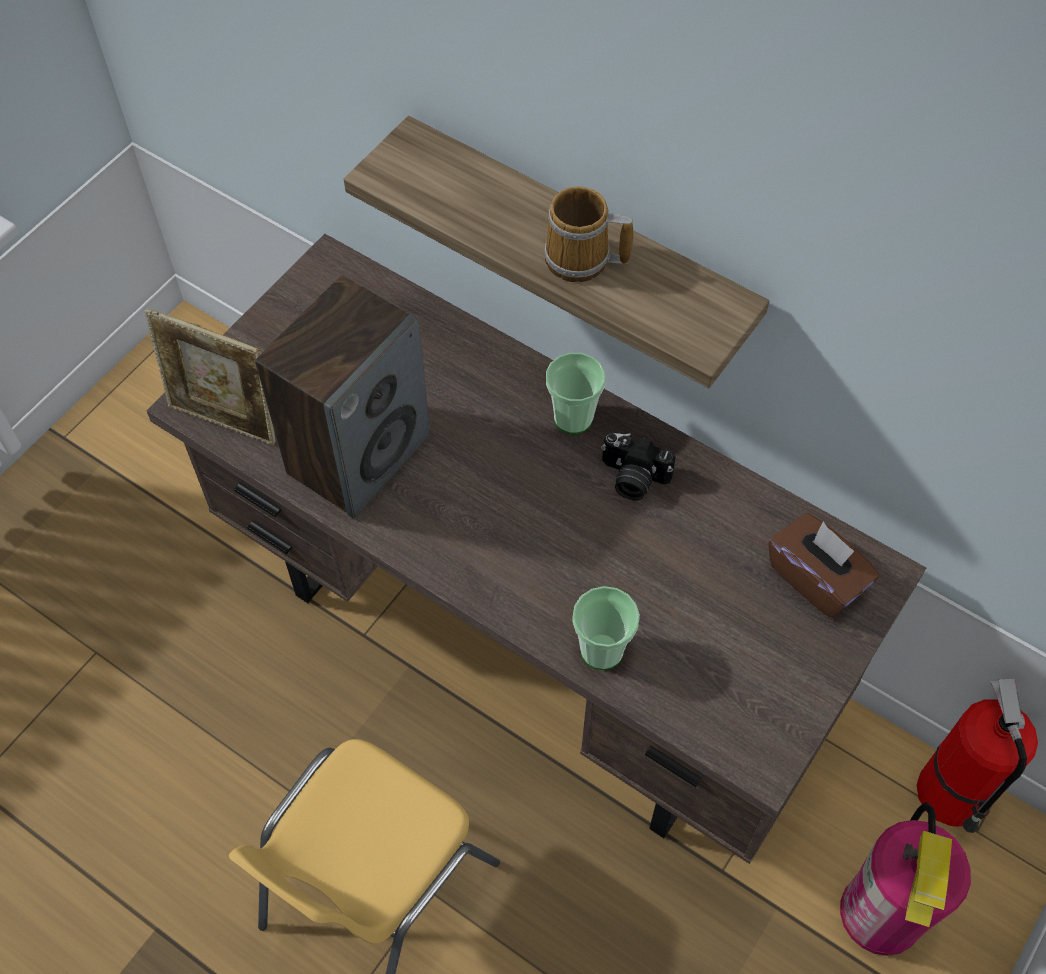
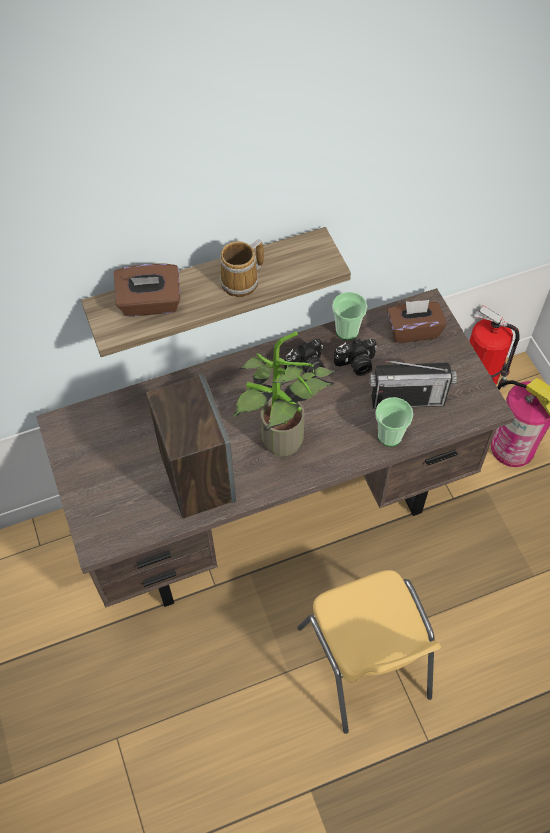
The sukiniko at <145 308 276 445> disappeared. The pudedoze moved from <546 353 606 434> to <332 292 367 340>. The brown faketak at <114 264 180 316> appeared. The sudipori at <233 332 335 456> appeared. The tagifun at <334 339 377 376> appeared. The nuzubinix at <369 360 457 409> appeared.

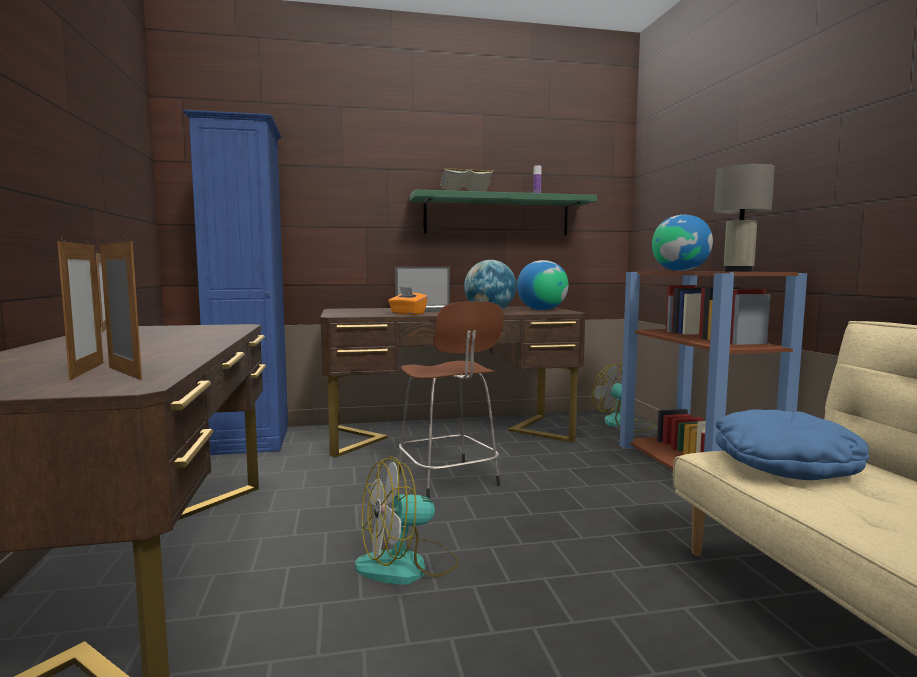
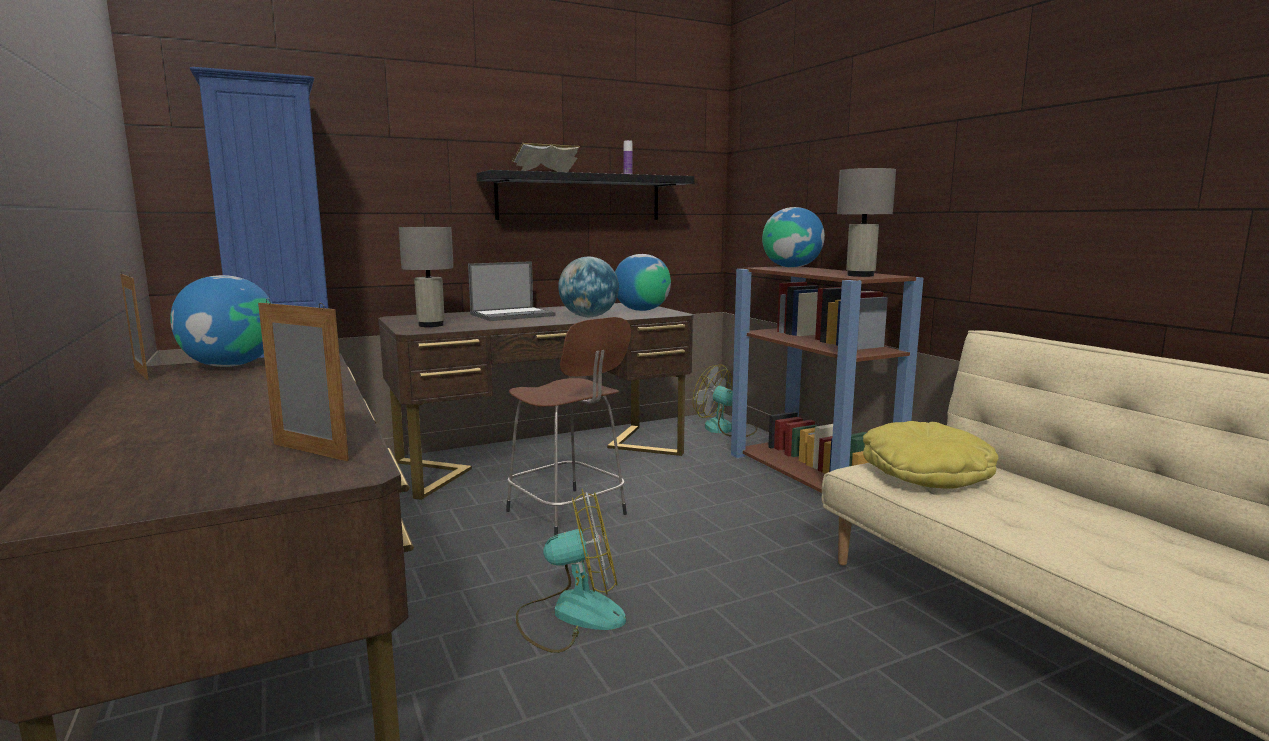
The sukiniko at <57 238 103 380> disappeared. The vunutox at <355 456 459 585> turned 150 degrees counterclockwise. The orange faketak at <388 287 428 315> disappeared. The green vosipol at <409 190 597 235> became the black vosipol at <476 170 695 220>. The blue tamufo at <716 409 869 480> became the yellow tamufo at <863 421 999 489>. The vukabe at <170 275 272 367> appeared. The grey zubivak at <399 227 453 327> appeared.

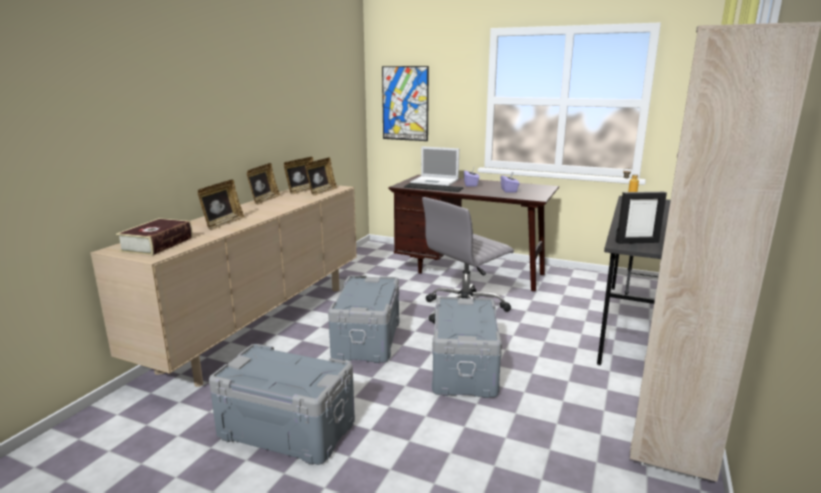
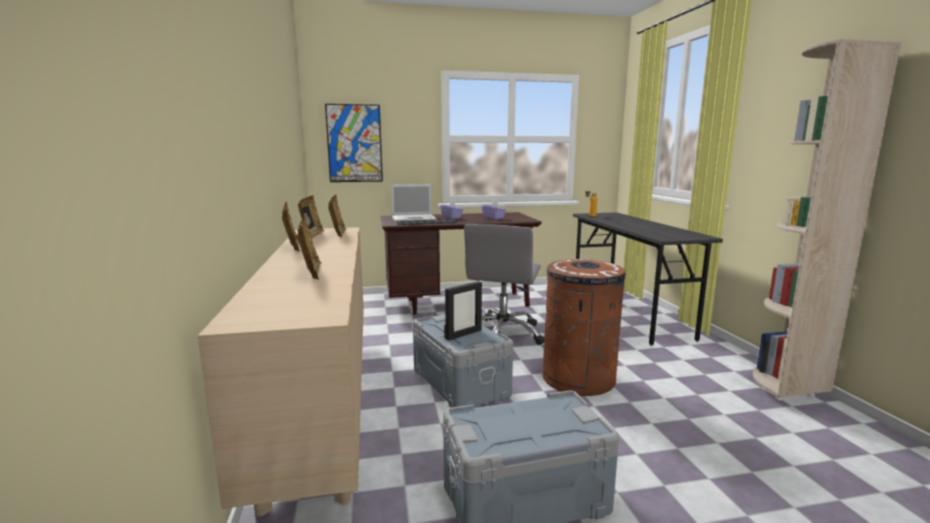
The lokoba at <116 218 193 255> disappeared. The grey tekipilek at <432 297 502 398> was replaced by the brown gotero at <542 259 626 396>. The sukiniko moved from <615 192 667 244> to <444 281 482 340>.

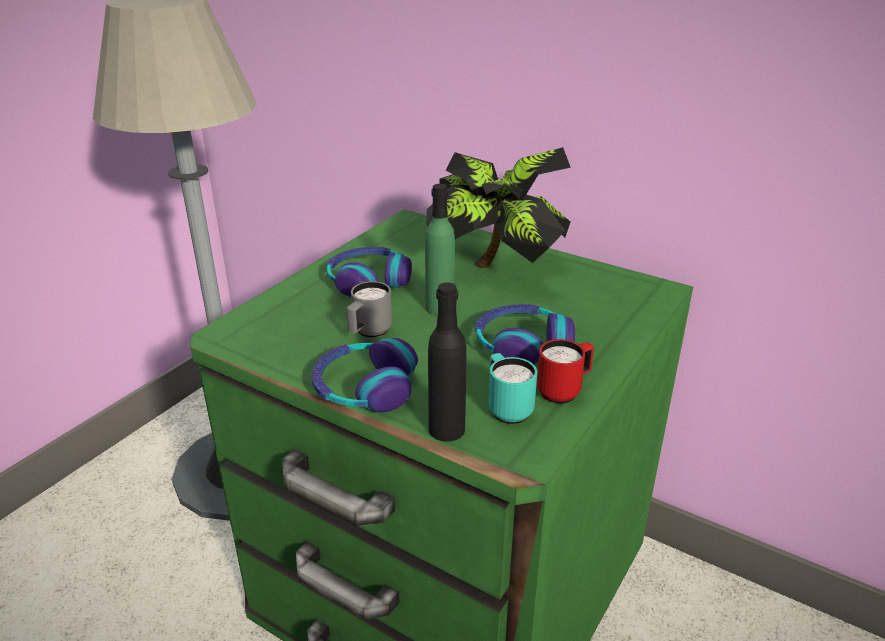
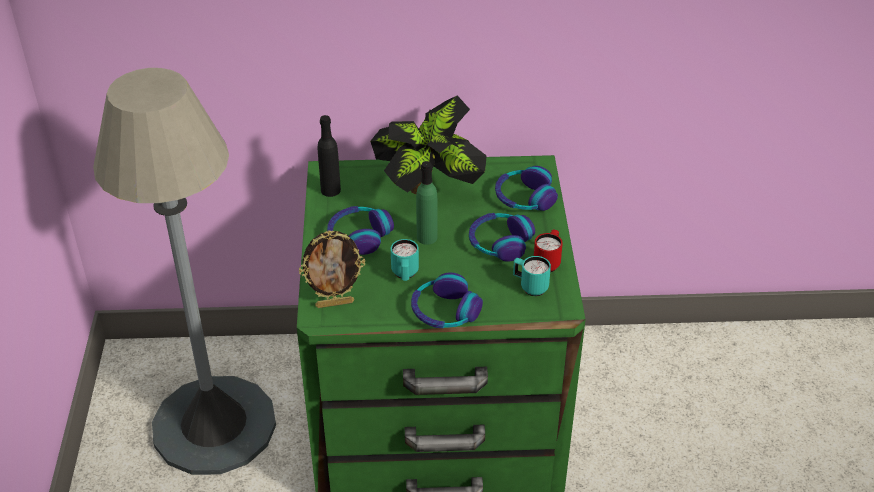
The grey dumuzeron at <346 281 392 338> became the turquoise dumuzeron at <391 239 419 281>. The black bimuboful moved from <428 282 466 442> to <318 115 341 197>. The sukiniko at <299 230 365 308> appeared. The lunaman at <495 166 558 211> appeared.

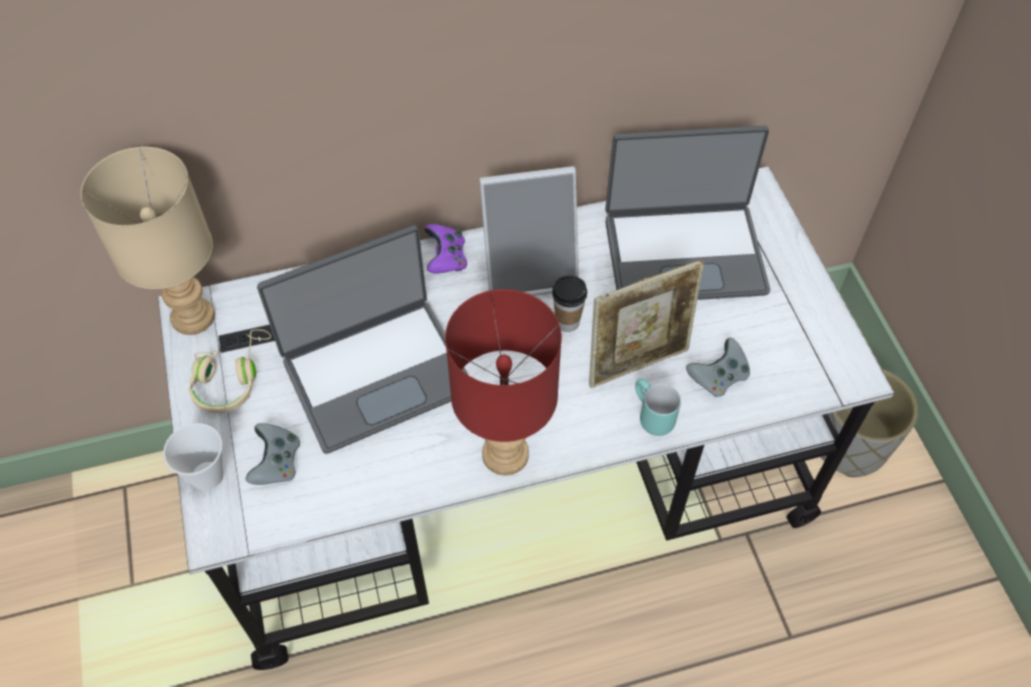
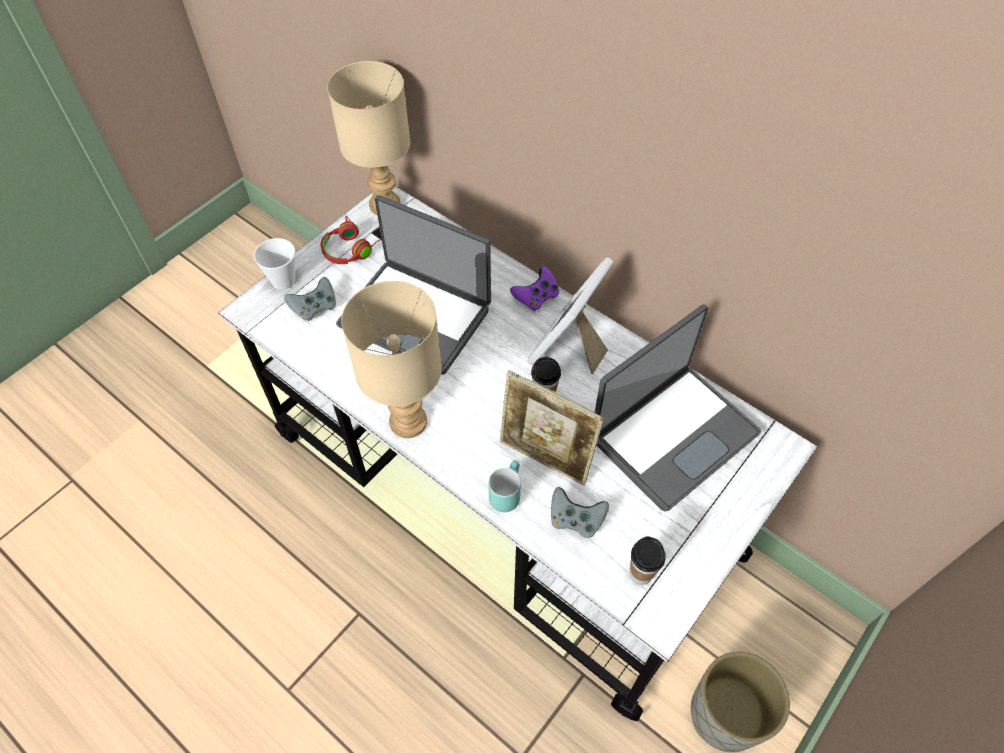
The beige lunaman at <188 329 271 413> became the red lunaman at <321 216 381 264>. The red zubivak at <445 289 562 476> became the beige zubivak at <341 281 442 438>. The sukiniko at <479 166 579 296> turned 75 degrees clockwise. The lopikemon at <605 126 770 300> turned 90 degrees counterclockwise. The pudedoze at <630 536 666 585> appeared.

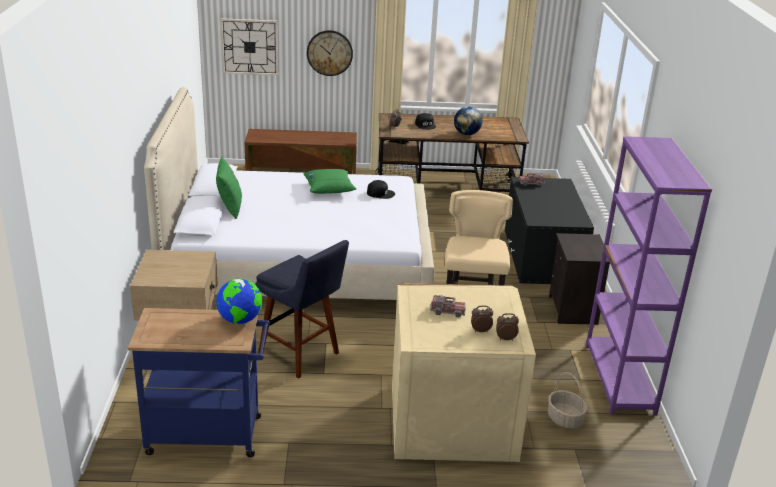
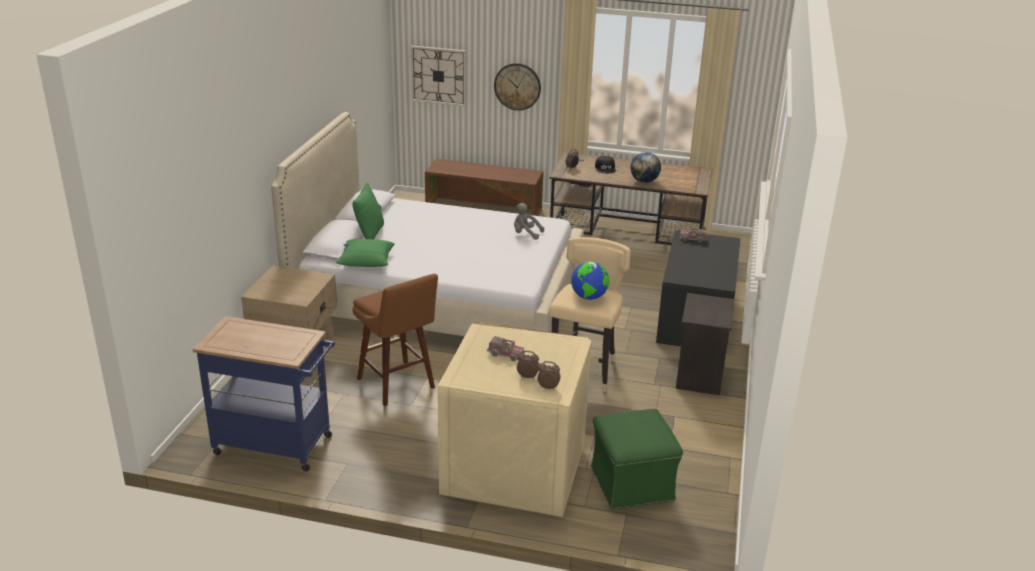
The vukabe moved from <216 279 262 324> to <571 261 609 300>. The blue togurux at <255 240 349 378> became the brown togurux at <352 274 438 406>. The green tamufo moved from <303 169 356 194> to <336 239 395 267>. The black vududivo at <367 180 395 199> was replaced by the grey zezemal at <514 203 544 240>. The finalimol at <548 372 587 429> was replaced by the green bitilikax at <591 409 683 510>. The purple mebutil at <586 136 712 416> disappeared.

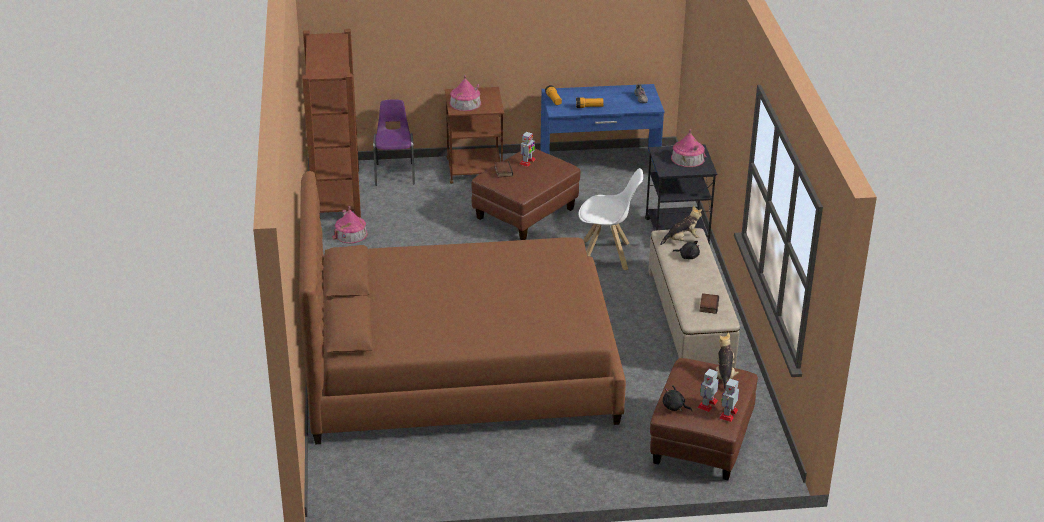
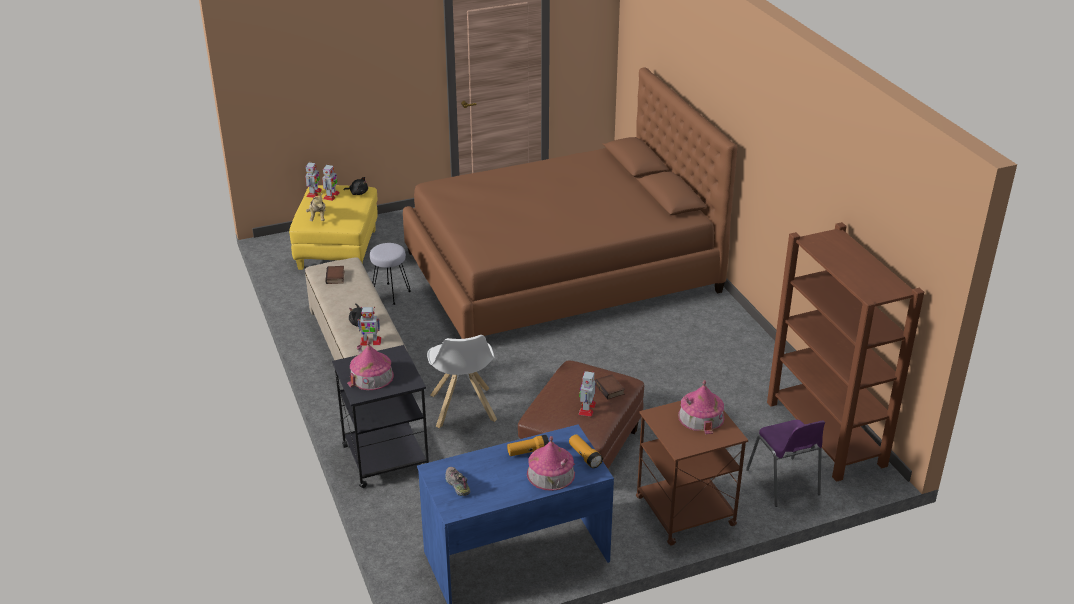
The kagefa moved from <332 206 368 243> to <527 436 575 491>. The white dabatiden at <578 168 643 271> turned 90 degrees counterclockwise. The brown bitilikax at <650 358 758 480> became the yellow bitilikax at <289 185 378 270>. The zezemal at <660 205 702 245> was replaced by the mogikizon at <357 307 381 345>. The grey togurux at <370 243 411 305> appeared.

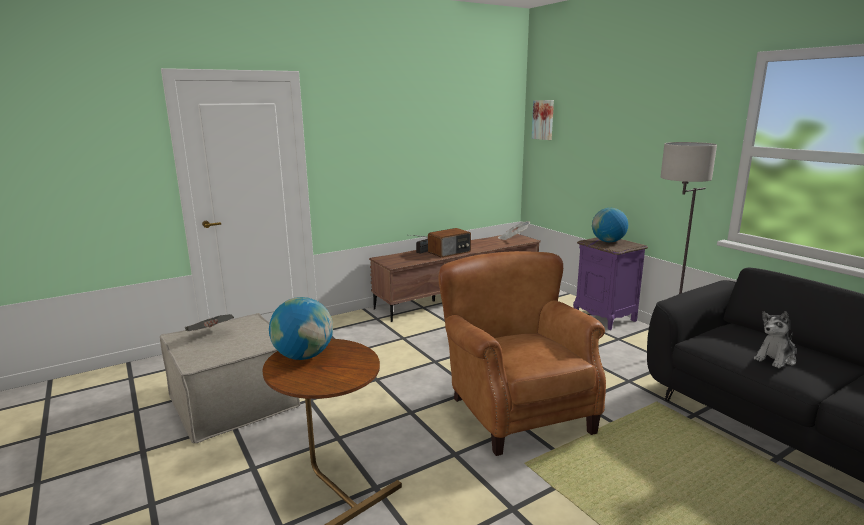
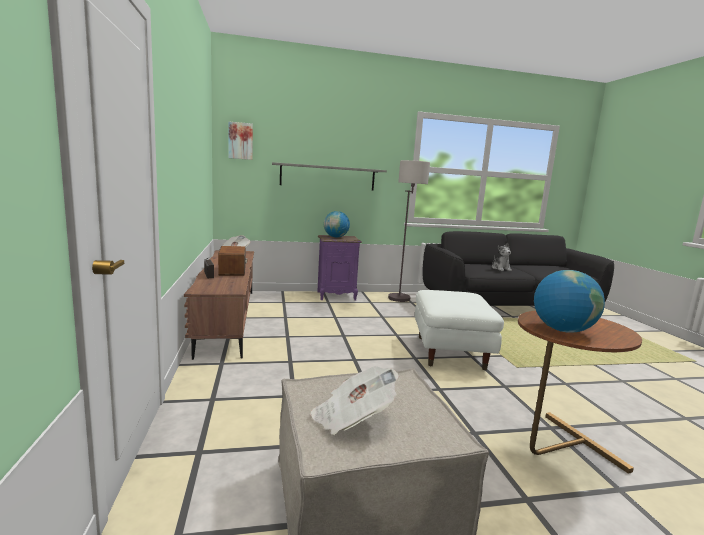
The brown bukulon at <439 251 606 456> was replaced by the white bitilikax at <415 290 504 370>. The grey vosipol at <272 162 387 191> appeared.

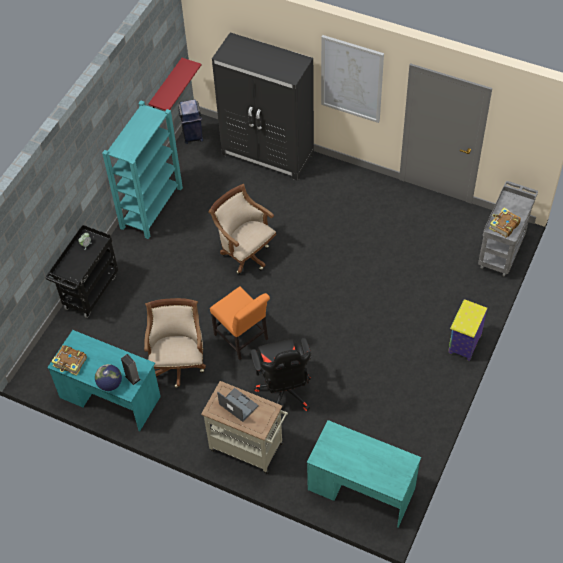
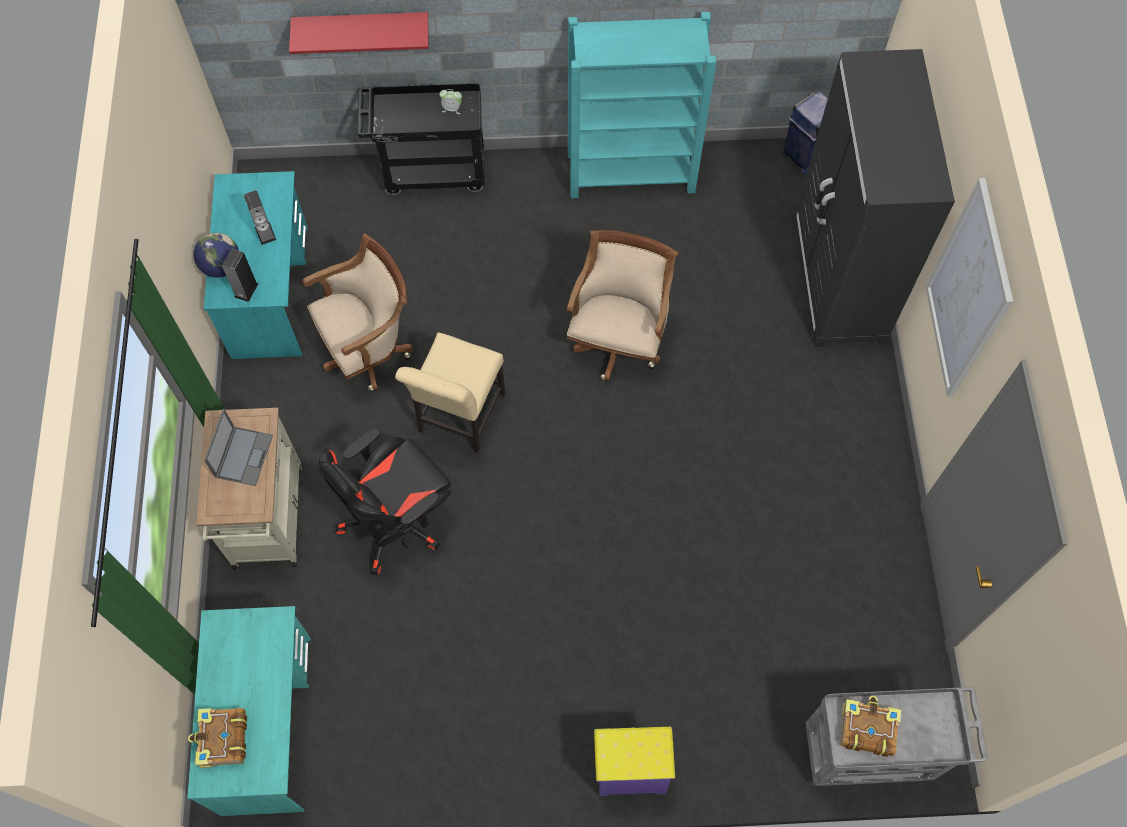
The lokoba moved from <51 345 87 376> to <188 708 247 768>. The red vosipol moved from <148 58 202 111> to <289 12 428 54>. The orange dabatiden at <210 286 270 360> became the beige dabatiden at <395 332 505 453>. The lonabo at <244 191 276 245> appeared.

